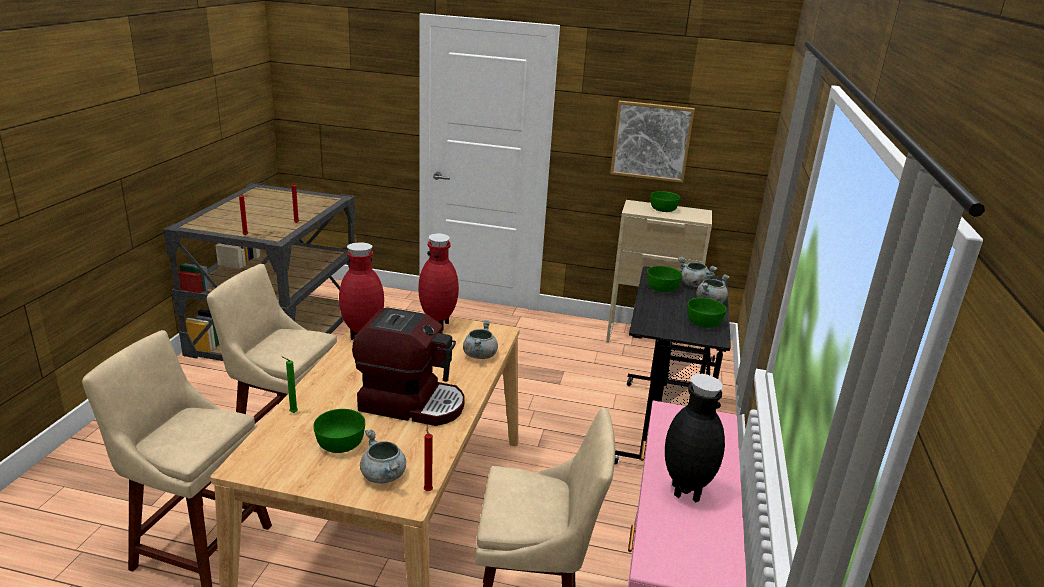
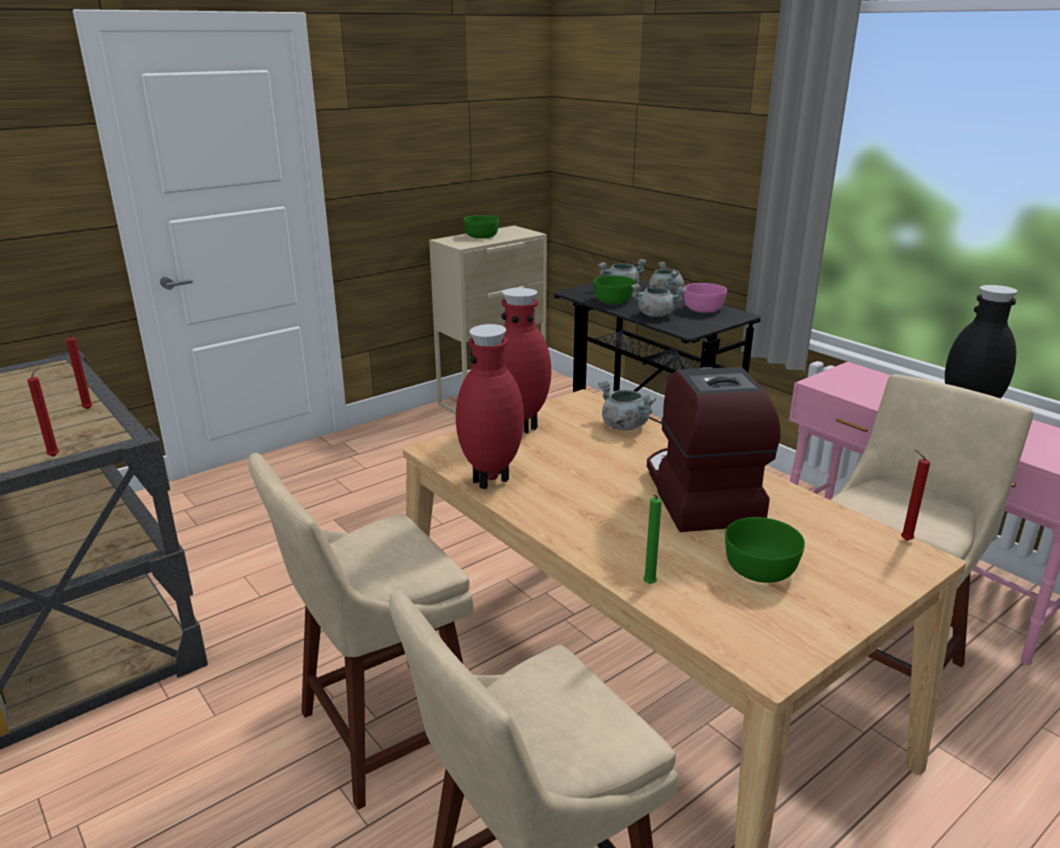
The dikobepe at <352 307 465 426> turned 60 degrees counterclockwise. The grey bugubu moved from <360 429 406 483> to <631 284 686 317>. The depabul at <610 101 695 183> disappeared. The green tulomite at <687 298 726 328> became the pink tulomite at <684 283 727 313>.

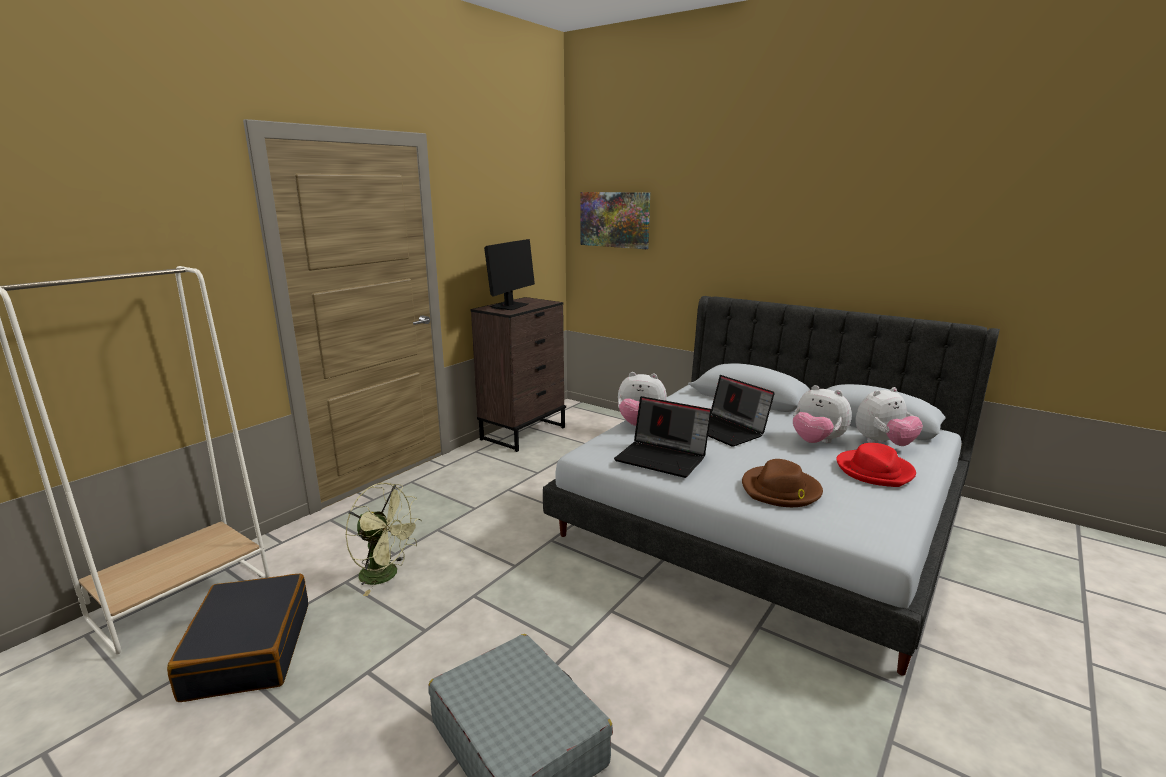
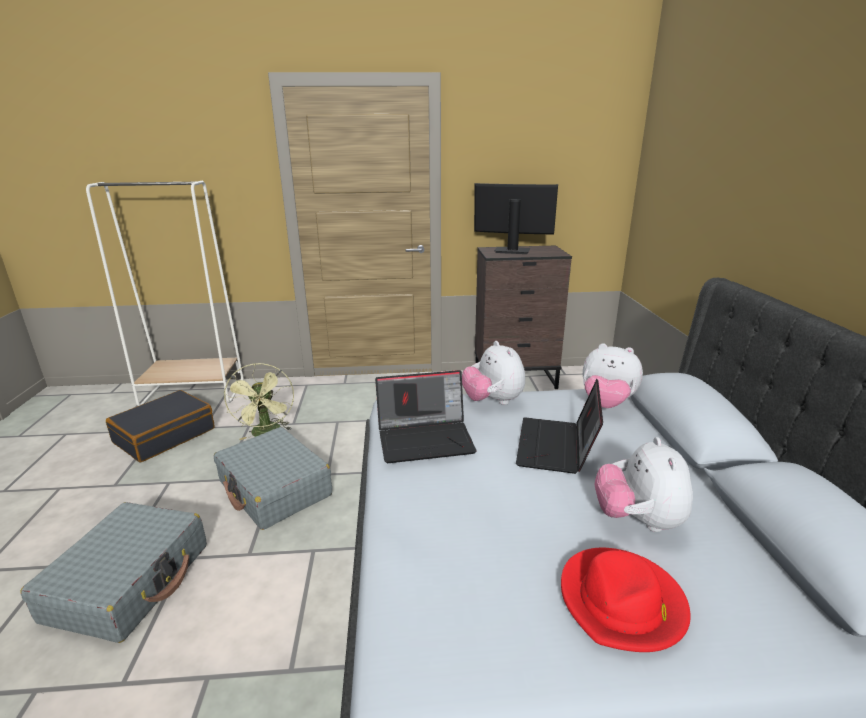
The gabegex at <484 239 535 310> turned 150 degrees counterclockwise. The depabul at <581 192 650 249> disappeared. The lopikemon at <614 396 712 478> turned 90 degrees counterclockwise. The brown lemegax at <742 459 823 507> disappeared. The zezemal moved from <855 387 923 446> to <583 343 643 408>. The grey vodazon at <214 427 332 530> appeared.

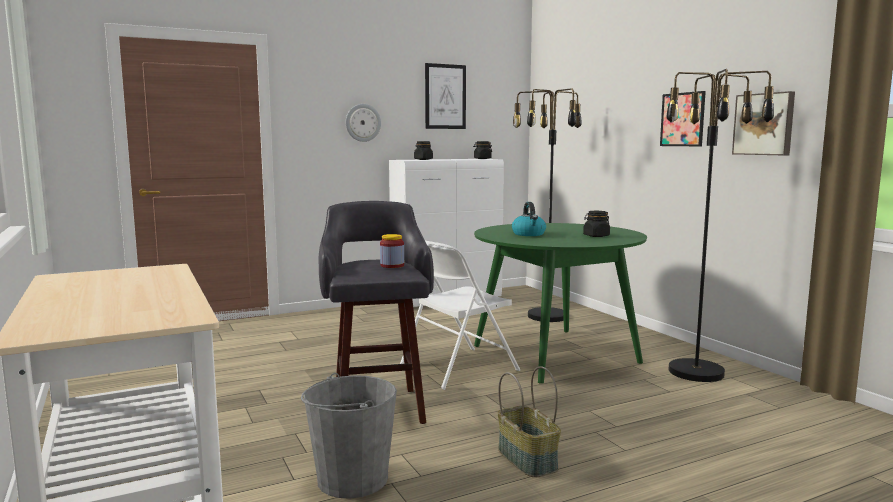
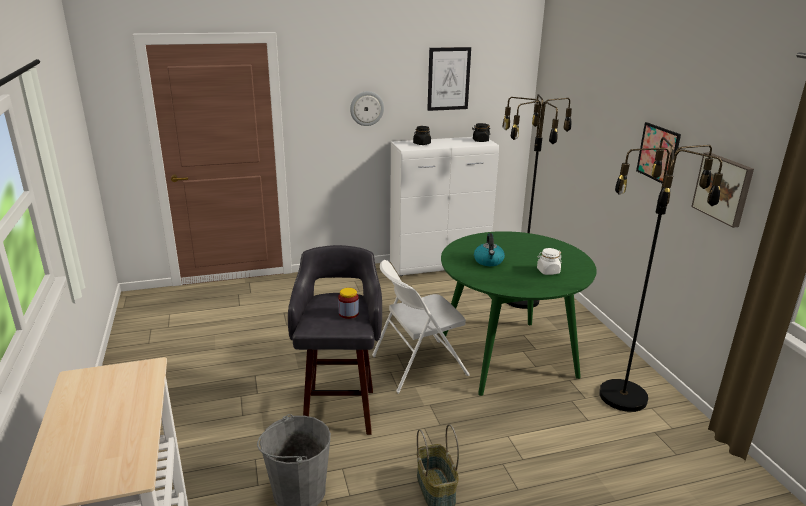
The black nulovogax at <583 211 610 237> became the white nulovogax at <537 248 562 275>.

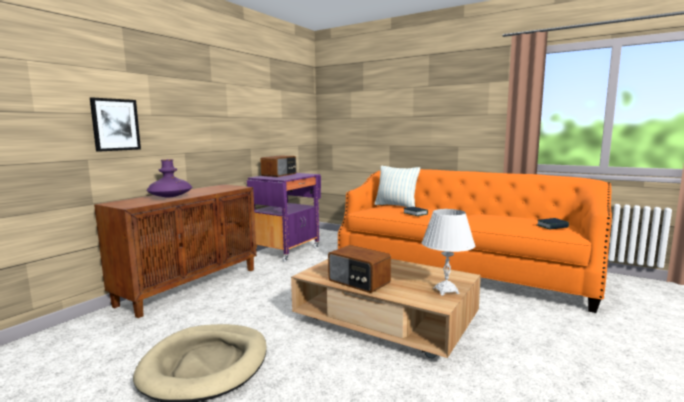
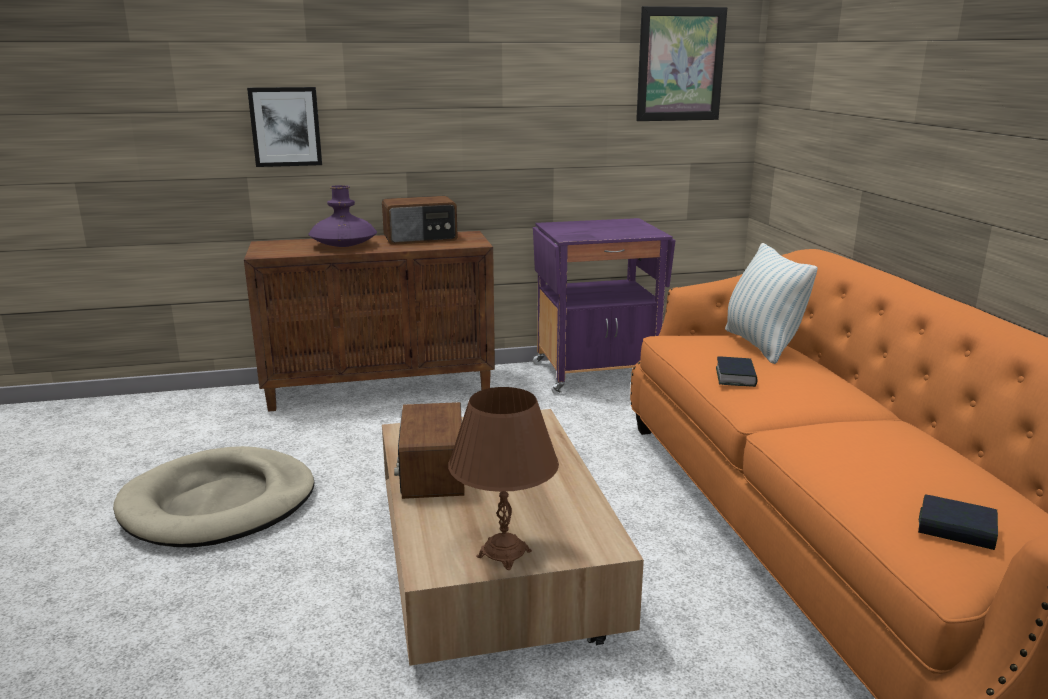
The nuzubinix moved from <260 156 296 177> to <382 196 458 245>. The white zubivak at <422 209 475 296> became the brown zubivak at <448 387 559 570>. The depabul at <636 6 727 121> appeared.

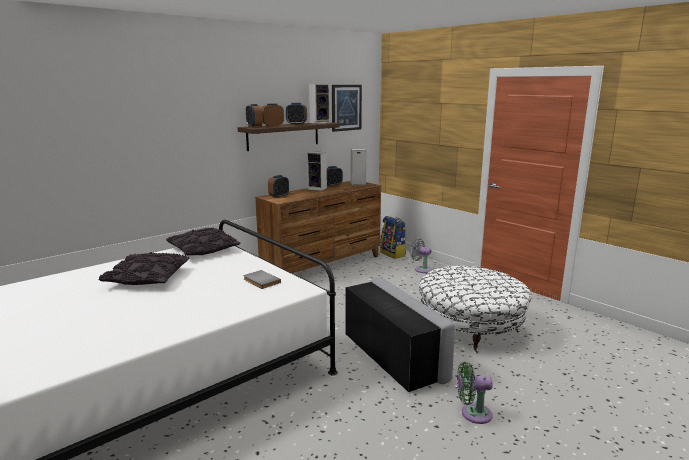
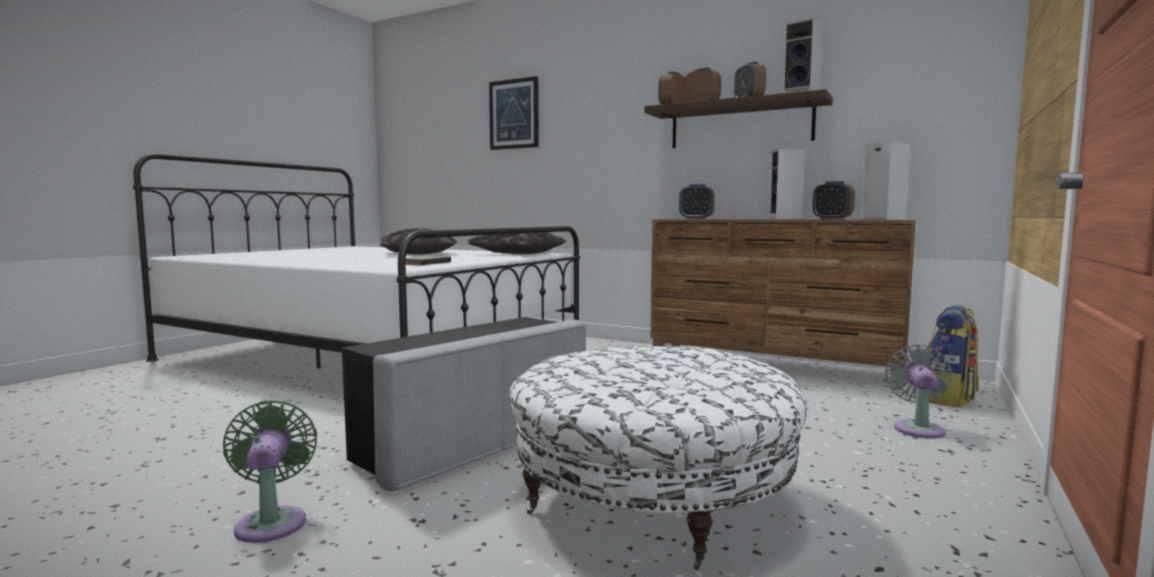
The depabul moved from <332 85 362 132> to <489 76 539 150>.

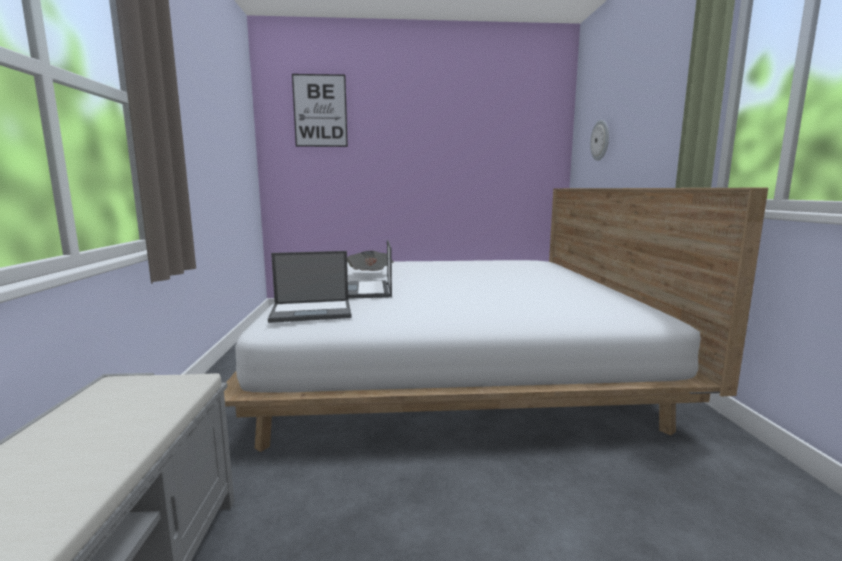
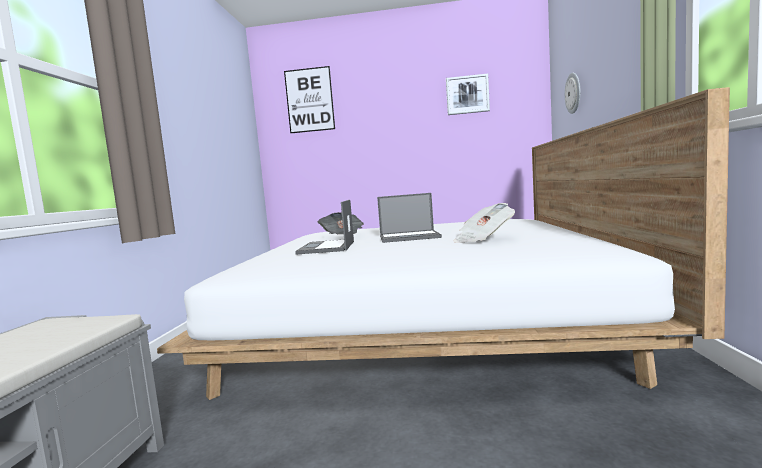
The lopikemon moved from <268 251 351 323> to <377 193 442 243>. The depabul at <446 73 490 115> appeared. The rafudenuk at <453 203 515 243> appeared.

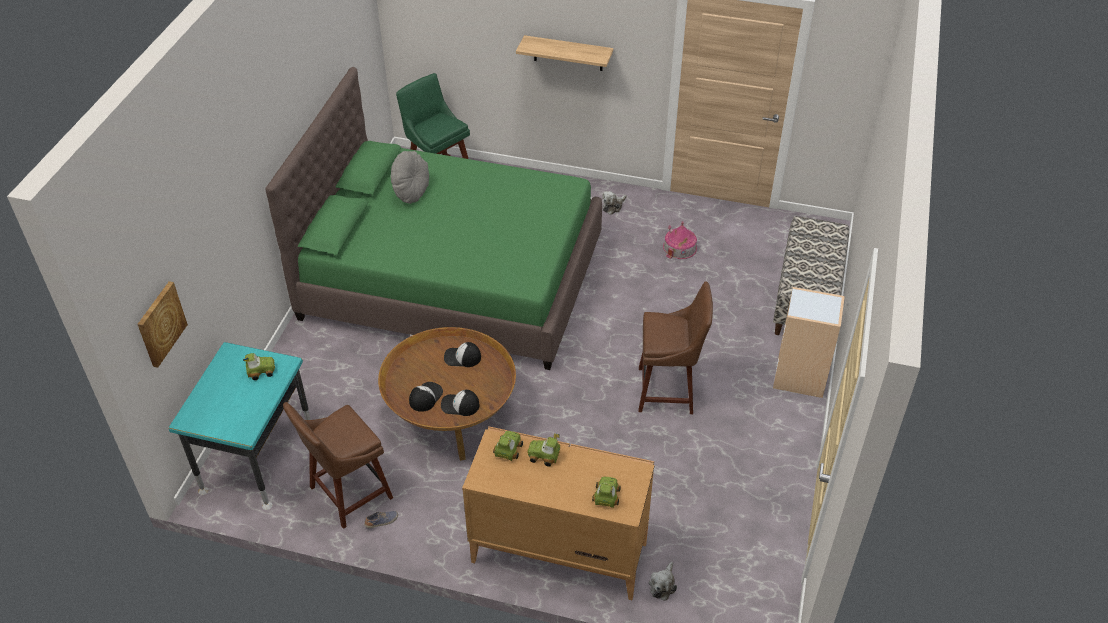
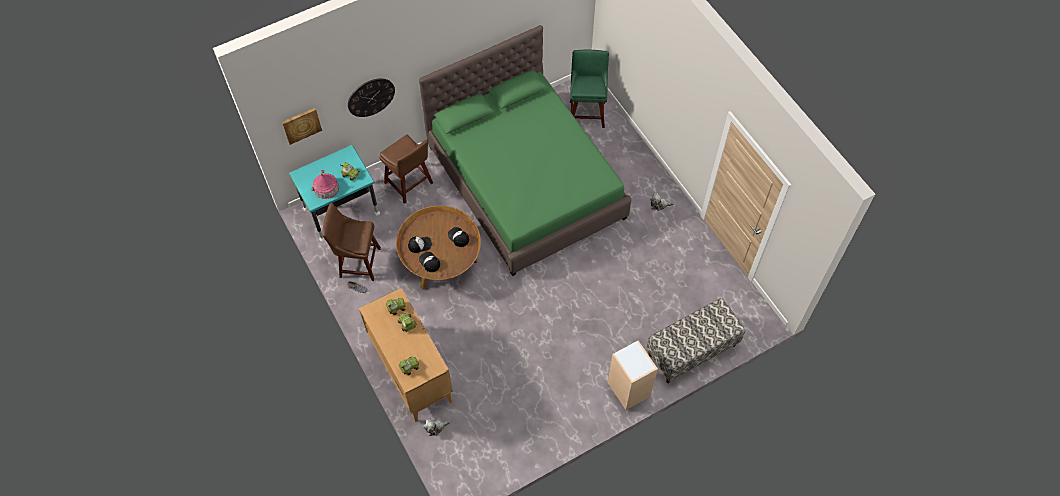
The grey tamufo at <391 151 429 204> disappeared. The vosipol at <516 35 613 71> disappeared. The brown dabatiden moved from <639 281 713 414> to <379 135 433 204>. The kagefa moved from <663 221 697 259> to <311 170 339 199>. The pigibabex at <348 78 395 117> appeared.

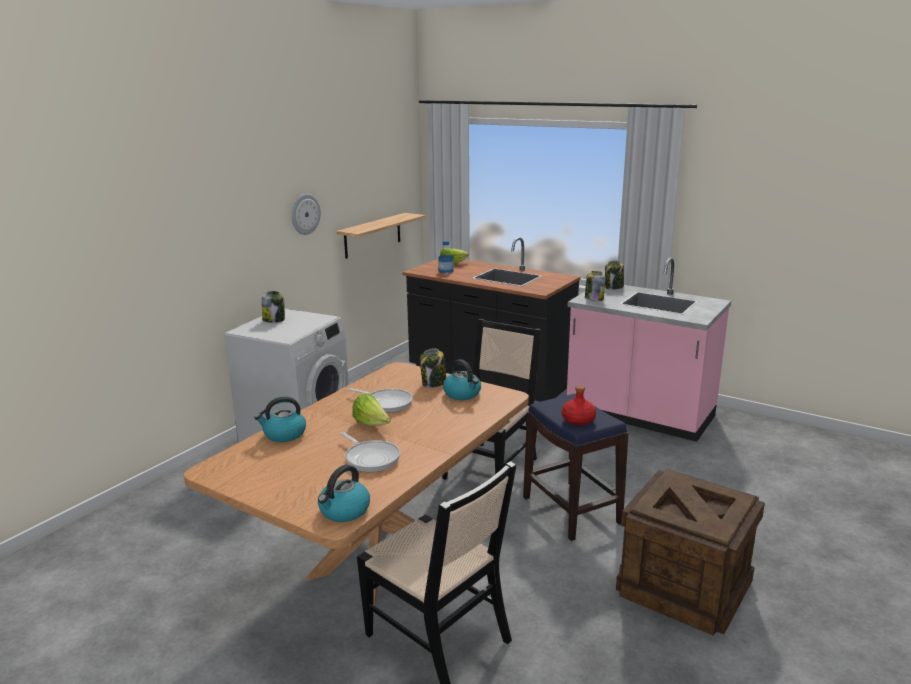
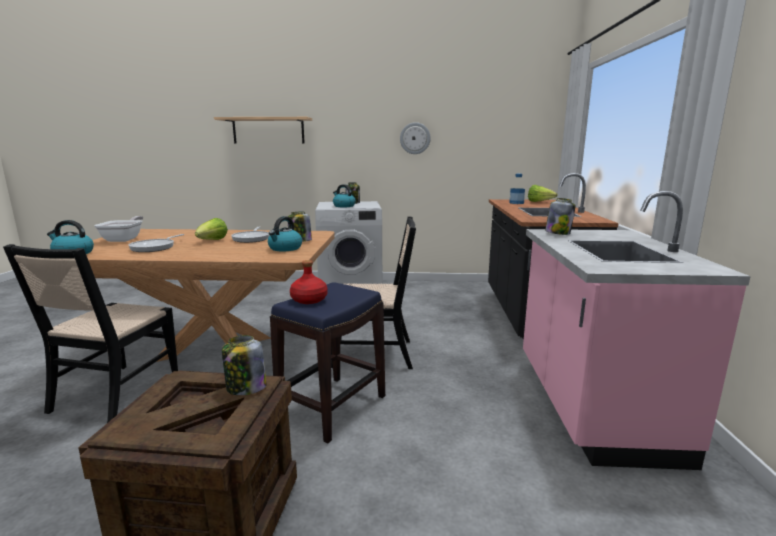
The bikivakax moved from <255 396 306 442> to <333 184 356 207>. The vosipol moved from <336 213 425 259> to <214 117 312 143>. The nulovogax moved from <605 260 624 290> to <222 335 266 395>. The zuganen at <94 216 143 242> appeared.

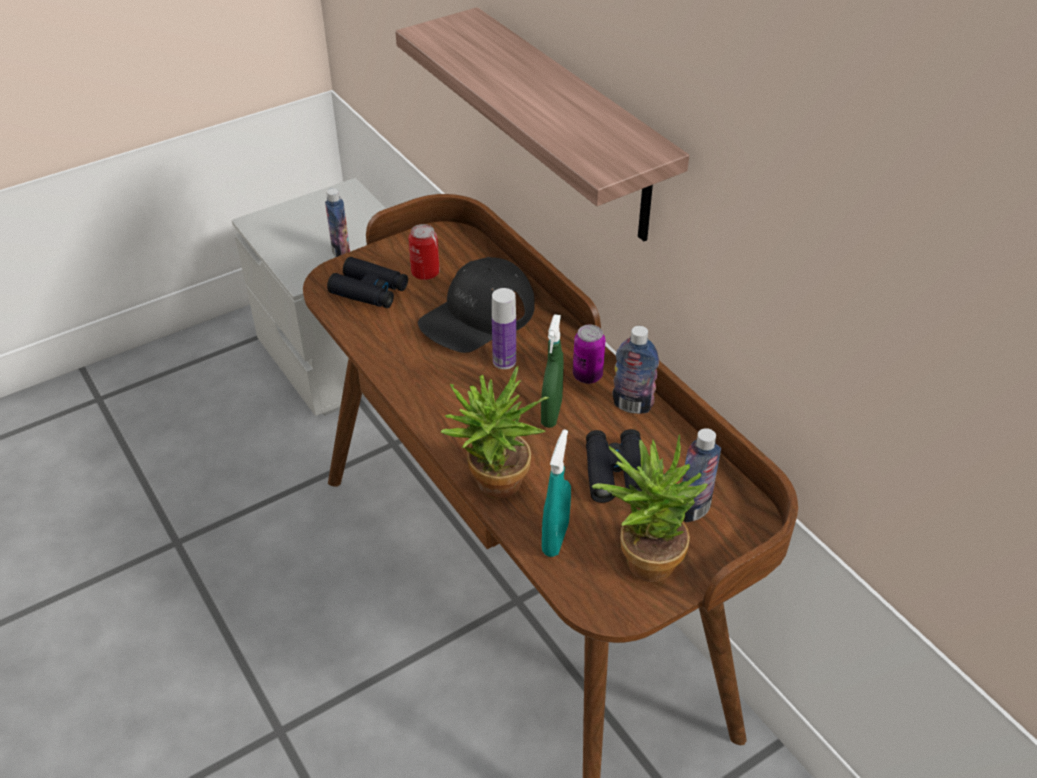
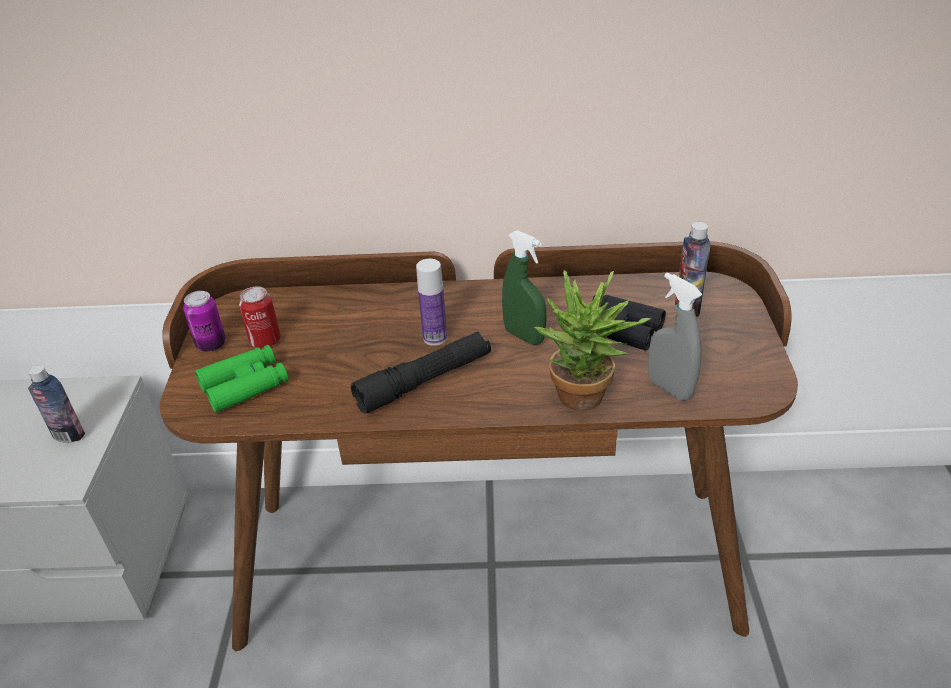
The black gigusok at <327 257 408 308> became the green gigusok at <195 345 288 412>. The vosipol at <395 7 689 241> disappeared. The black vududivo at <418 257 535 353> disappeared. The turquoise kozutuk at <542 429 571 557> became the grey kozutuk at <648 272 702 401>. The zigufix moved from <573 325 605 384> to <183 291 226 352>. The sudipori at <592 435 708 582> disappeared. The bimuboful at <612 326 659 414> disappeared. The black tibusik at <351 332 491 414> appeared.

